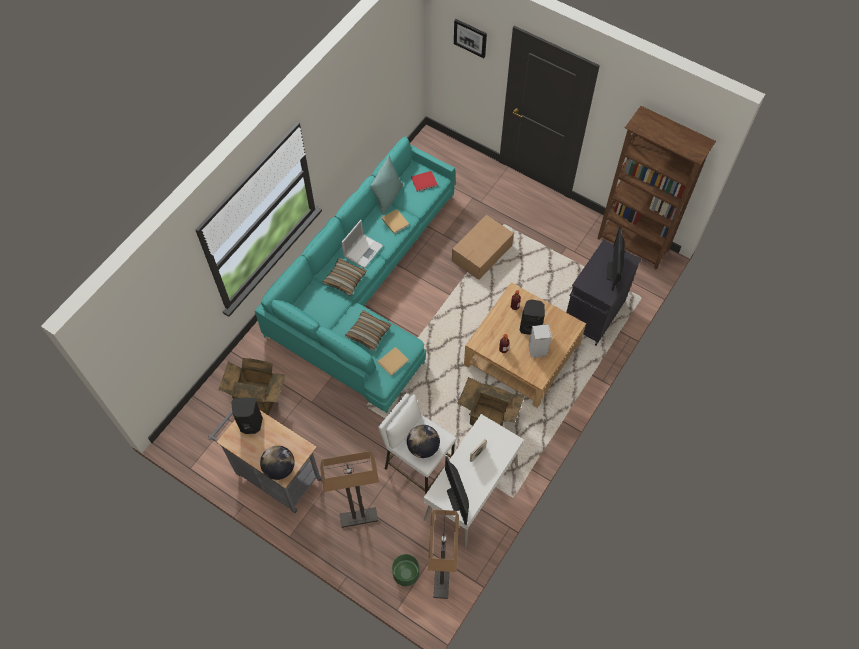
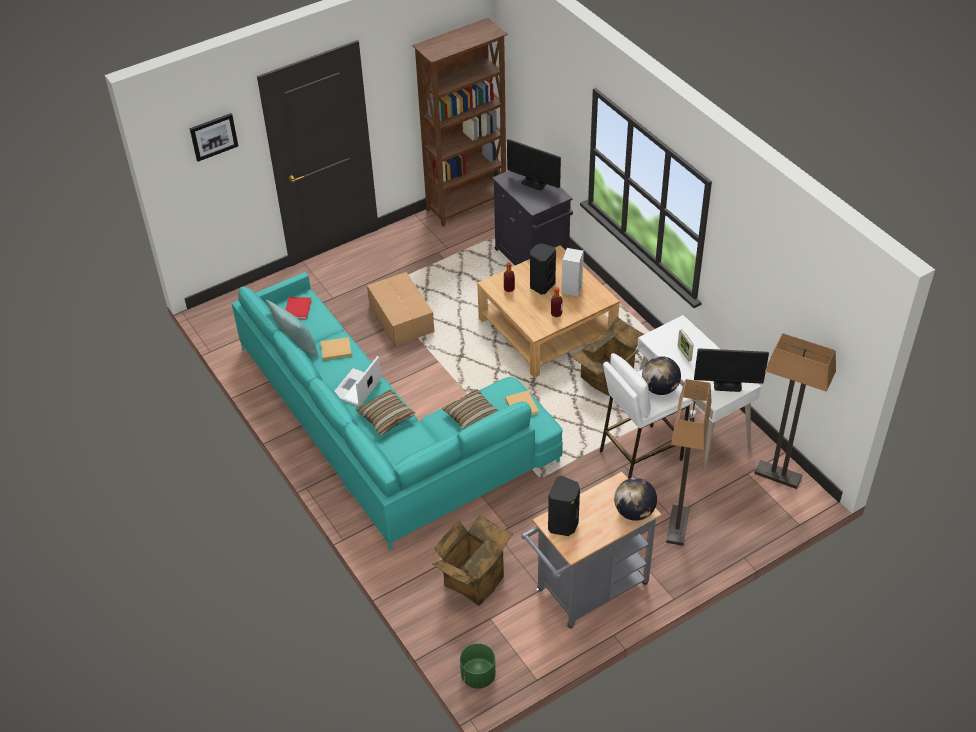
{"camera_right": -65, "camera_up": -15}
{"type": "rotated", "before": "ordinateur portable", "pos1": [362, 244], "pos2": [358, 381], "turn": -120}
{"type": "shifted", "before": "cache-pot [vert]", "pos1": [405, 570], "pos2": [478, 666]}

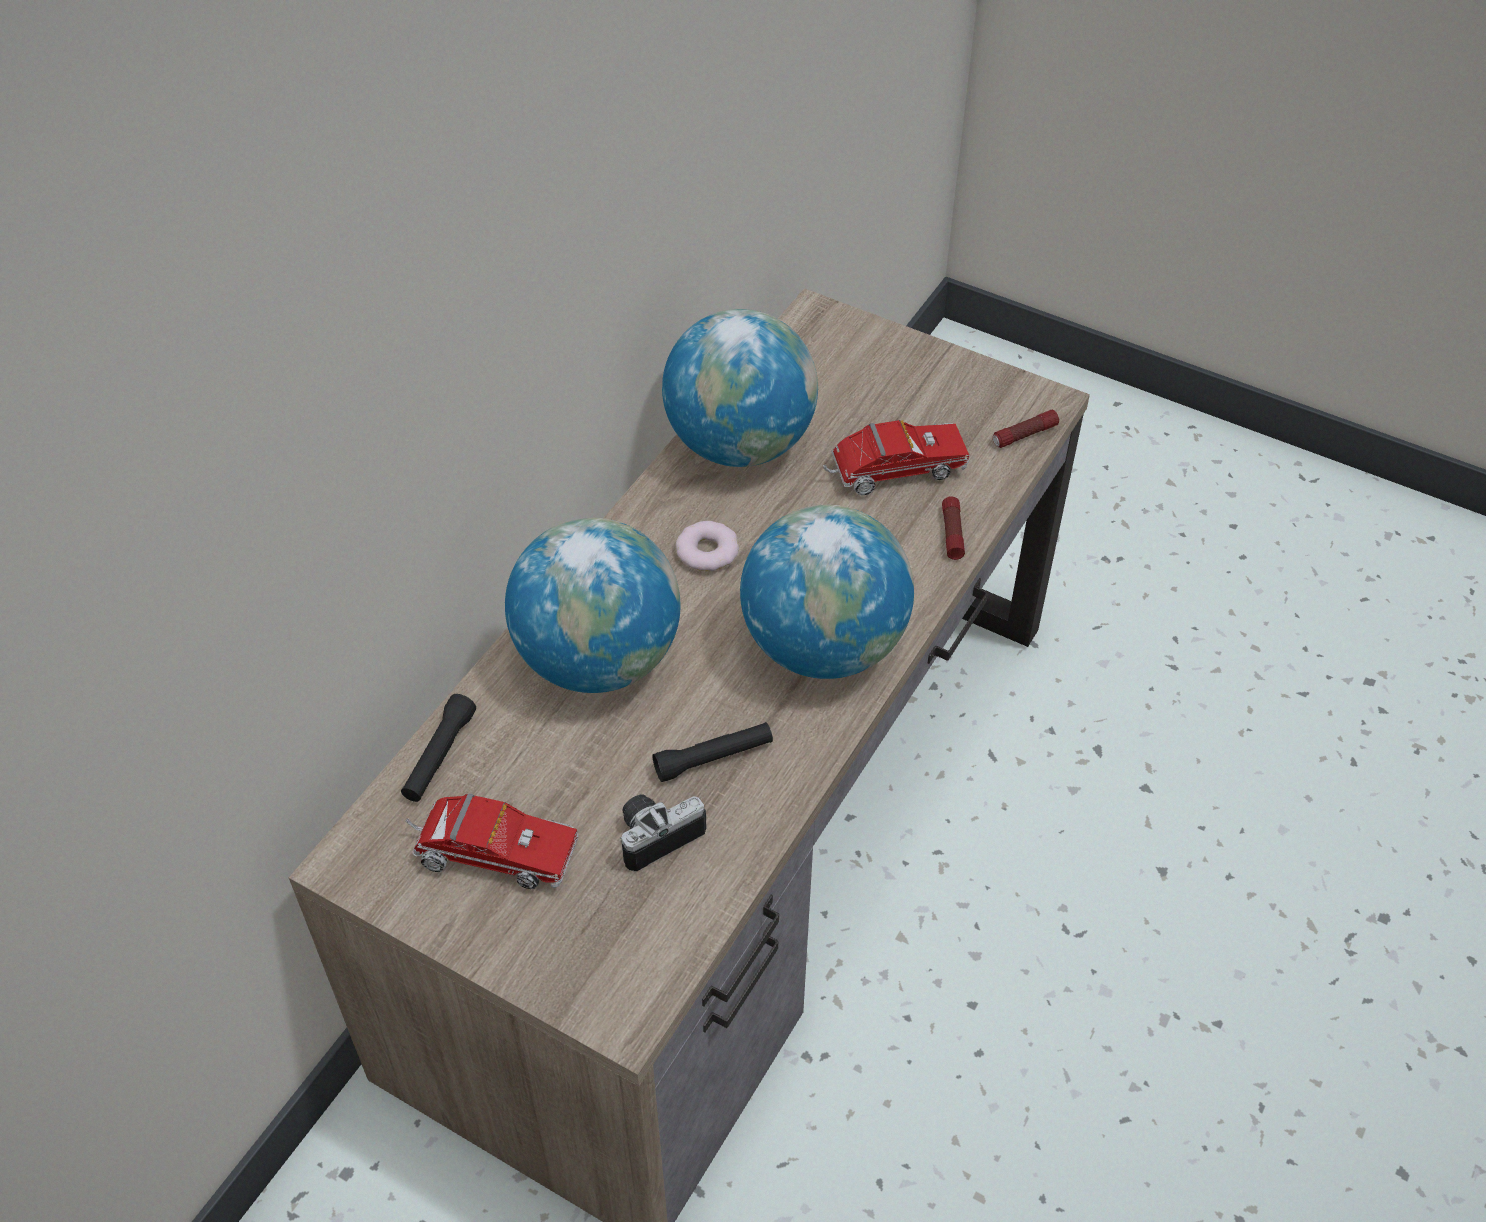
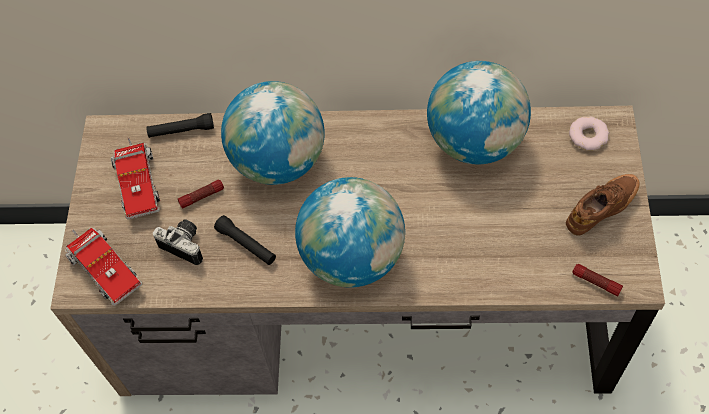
{"camera_right": 65, "camera_up": 10}
{"type": "shifted", "before": "camion jouet", "pos1": [896, 457], "pos2": [103, 267]}
{"type": "shifted", "before": "lampe de poche", "pos1": [953, 528], "pos2": [201, 194]}
{"type": "new", "after": "chaussure [marron]", "pos2": [603, 204]}
{"type": "shifted", "before": "beignet", "pos1": [707, 546], "pos2": [589, 133]}

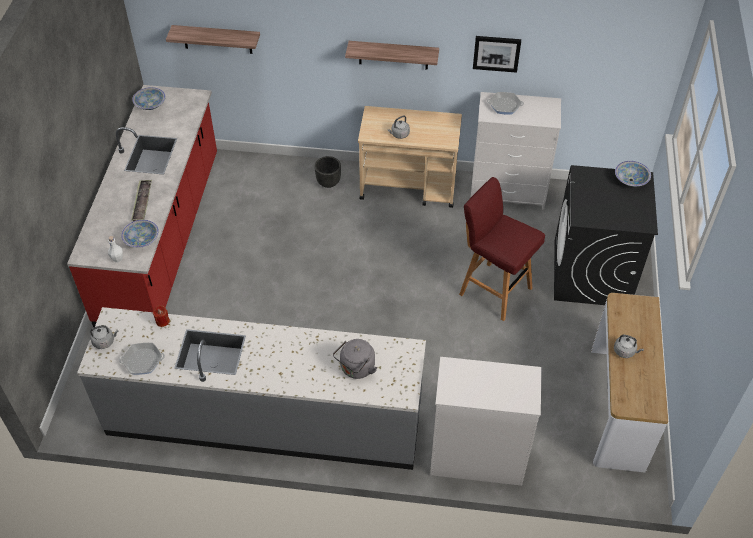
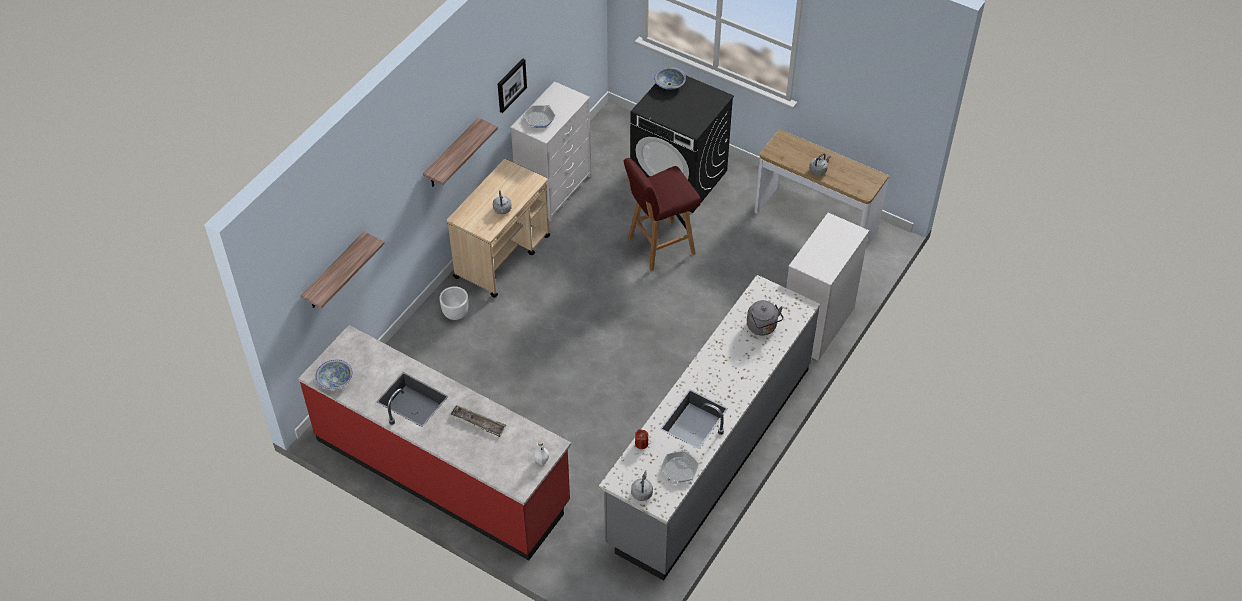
{"camera_right": -65, "camera_up": 0}
{"type": "repainted", "before": "cache-pot [noir]", "after": "cache-pot [blanc]", "pos1": [328, 172], "pos2": [453, 303]}
{"type": "gone", "before": "bol", "pos1": [140, 234]}

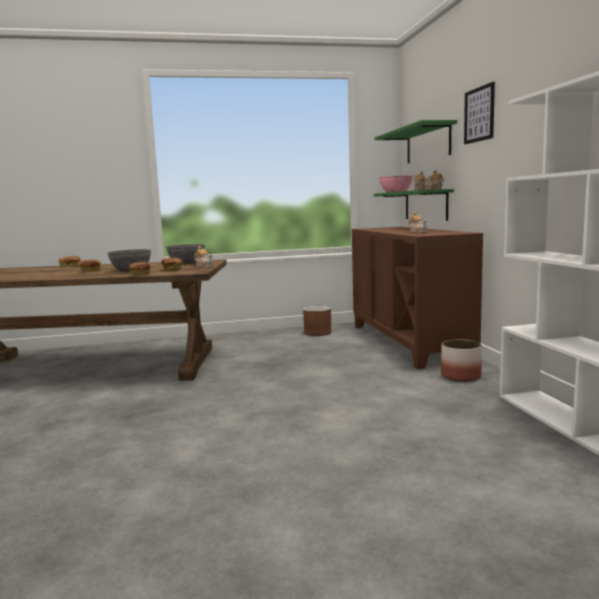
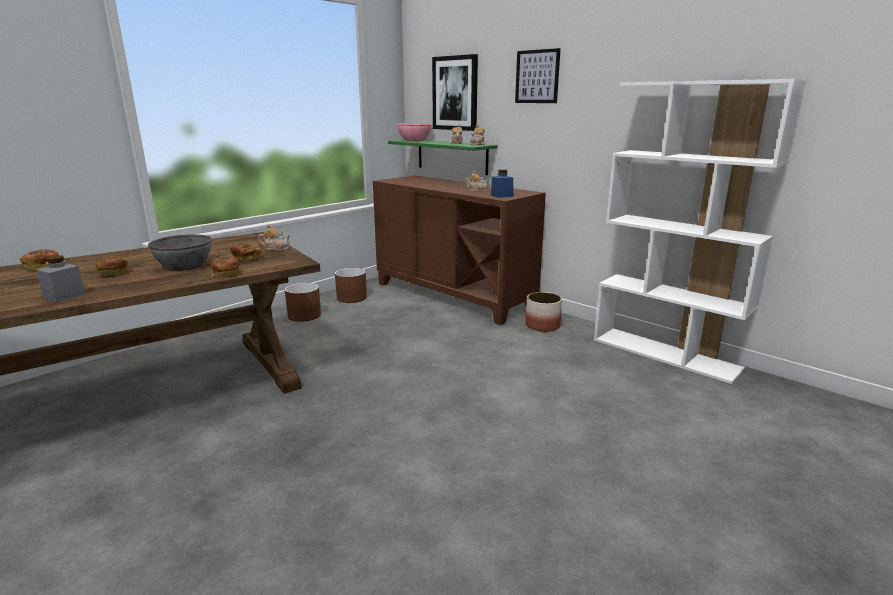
{"camera_right": -35, "camera_up": 10}
{"type": "new", "after": "bocal [gris]", "pos2": [61, 279]}
{"type": "new", "after": "cache-pot [marron]", "pos2": [303, 302]}
{"type": "swapped", "before": "étagère [vert]", "after": "tableau", "pos1": [415, 141], "pos2": [455, 92]}
{"type": "new", "after": "bocal [bleu]", "pos2": [502, 184]}
{"type": "gone", "before": "bol [gris]", "pos1": [185, 254]}

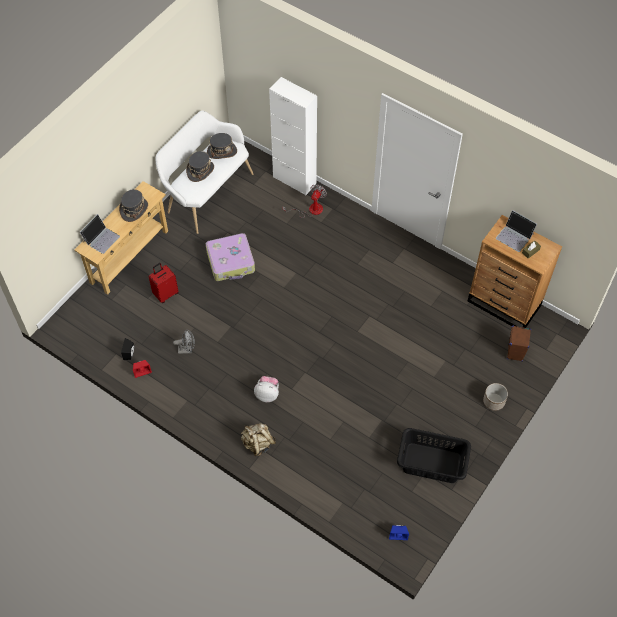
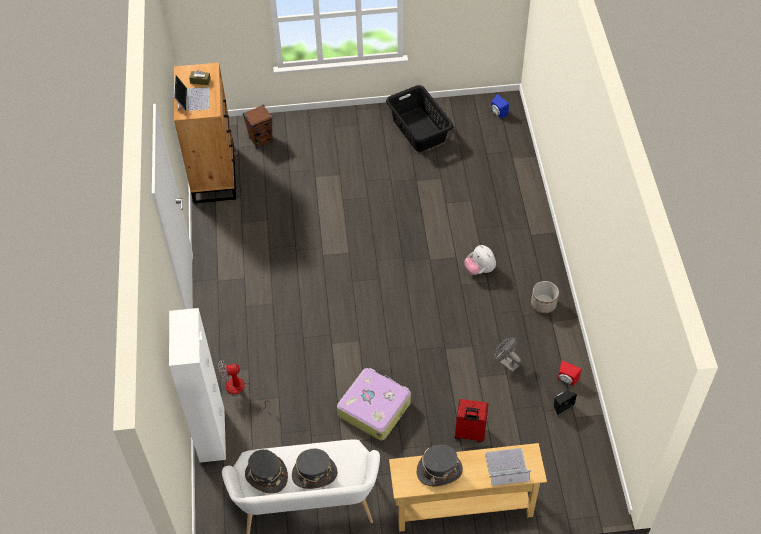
{"camera_right": -130, "camera_up": -5}
{"type": "shifted", "before": "cache-pot", "pos1": [495, 397], "pos2": [545, 297]}
{"type": "gone", "before": "sac à dos [beige]", "pos1": [258, 439]}

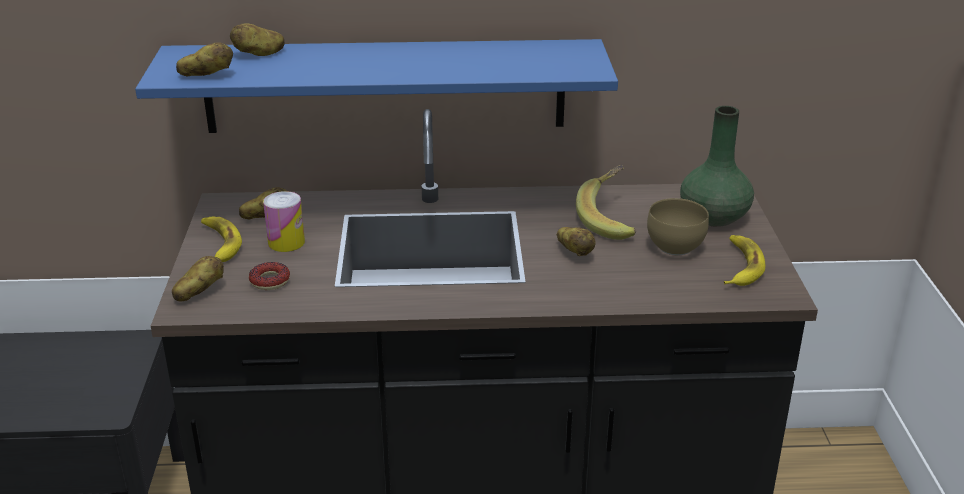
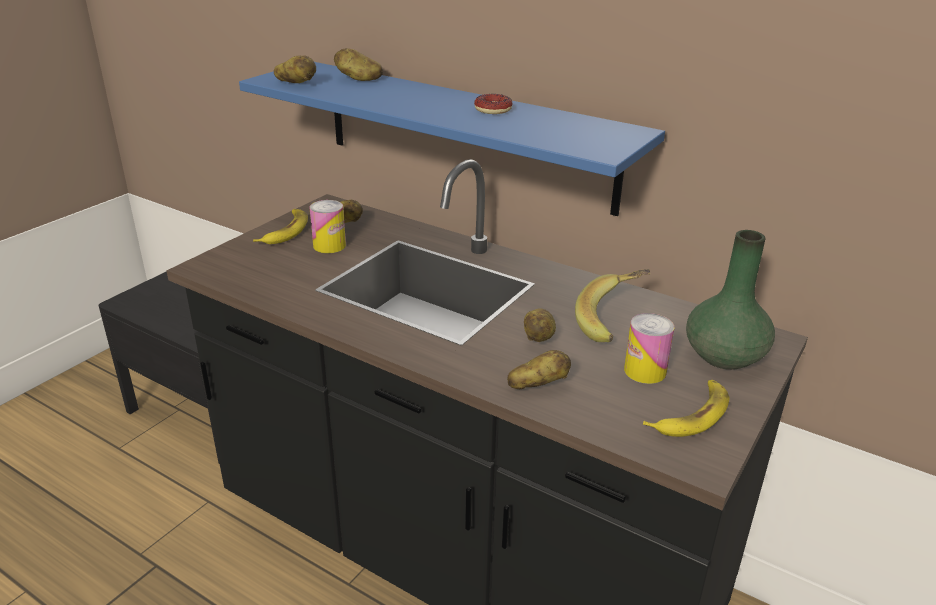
{"camera_right": 35, "camera_up": 0}
{"type": "shifted", "before": "beignet", "pos1": [269, 276], "pos2": [493, 104]}
{"type": "shifted", "before": "pomme de terre", "pos1": [198, 278], "pos2": [539, 369]}
{"type": "swapped", "before": "bol [marron]", "after": "boîte métallique", "pos1": [678, 226], "pos2": [649, 348]}

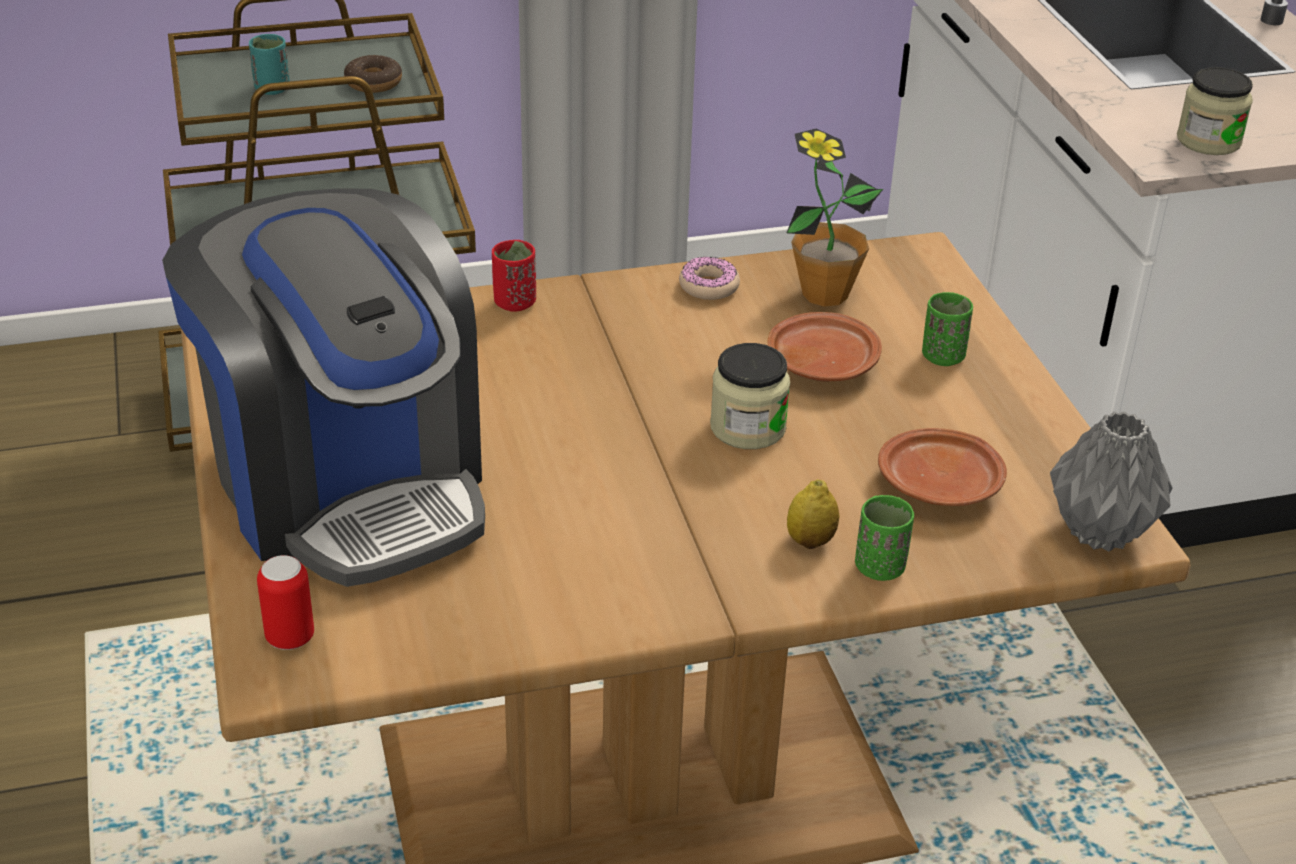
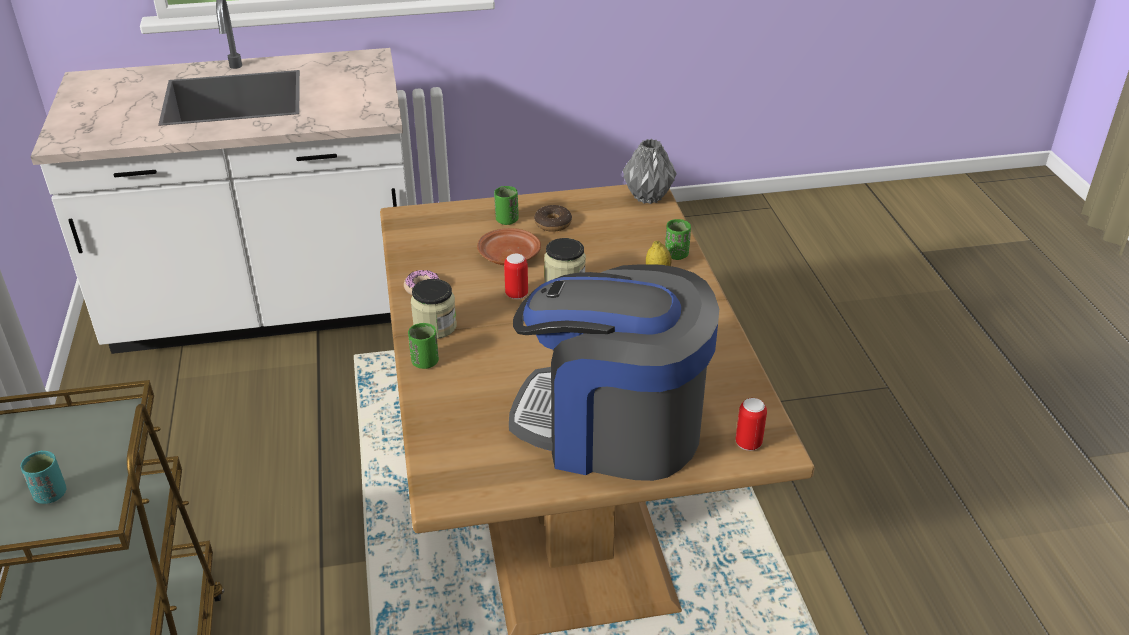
{"camera_right": -85, "camera_up": 0}
{"type": "repainted", "before": "tasse [rouge]", "after": "tasse [vert]", "pos1": [514, 276], "pos2": [423, 346]}
{"type": "shifted", "before": "bocal", "pos1": [1215, 111], "pos2": [434, 309]}
{"type": "new", "after": "boîte métallique", "pos2": [516, 276]}
{"type": "rotated", "before": "machine à café", "pos1": [323, 387], "pos2": [614, 372], "turn": -135}
{"type": "shifted", "before": "beignet", "pos1": [373, 74], "pos2": [553, 218]}
{"type": "gone", "before": "plante en pot", "pos1": [835, 218]}
{"type": "gone", "before": "assiette [marron]", "pos1": [942, 467]}

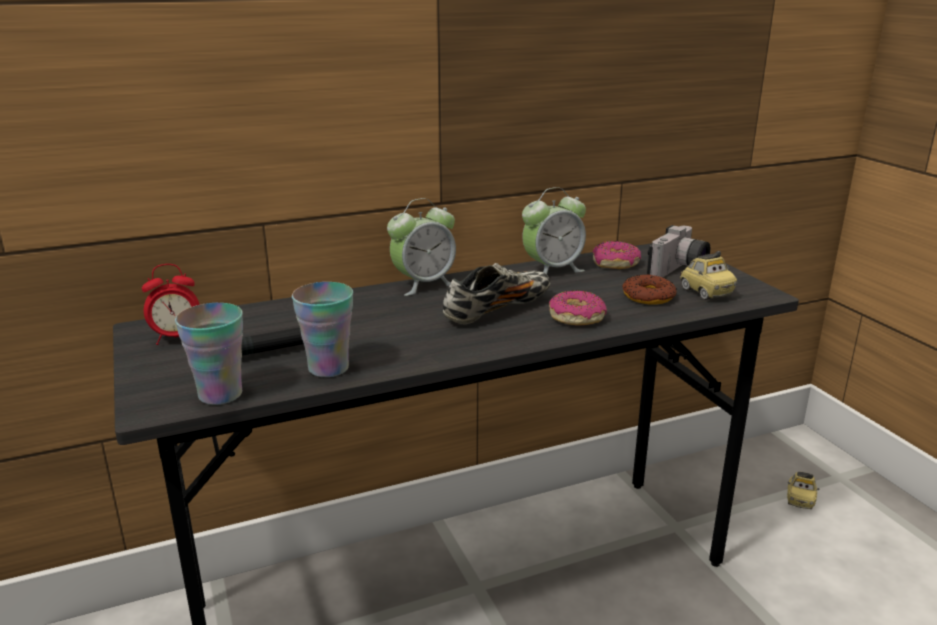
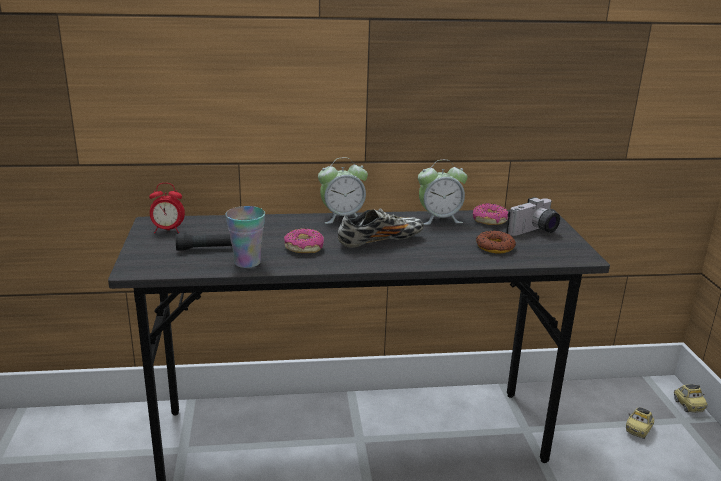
{"camera_right": 15, "camera_up": 0}
{"type": "shifted", "before": "beignet", "pos1": [578, 308], "pos2": [304, 240]}
{"type": "shifted", "before": "petite voiture", "pos1": [708, 275], "pos2": [691, 398]}
{"type": "gone", "before": "tasse", "pos1": [209, 354]}

